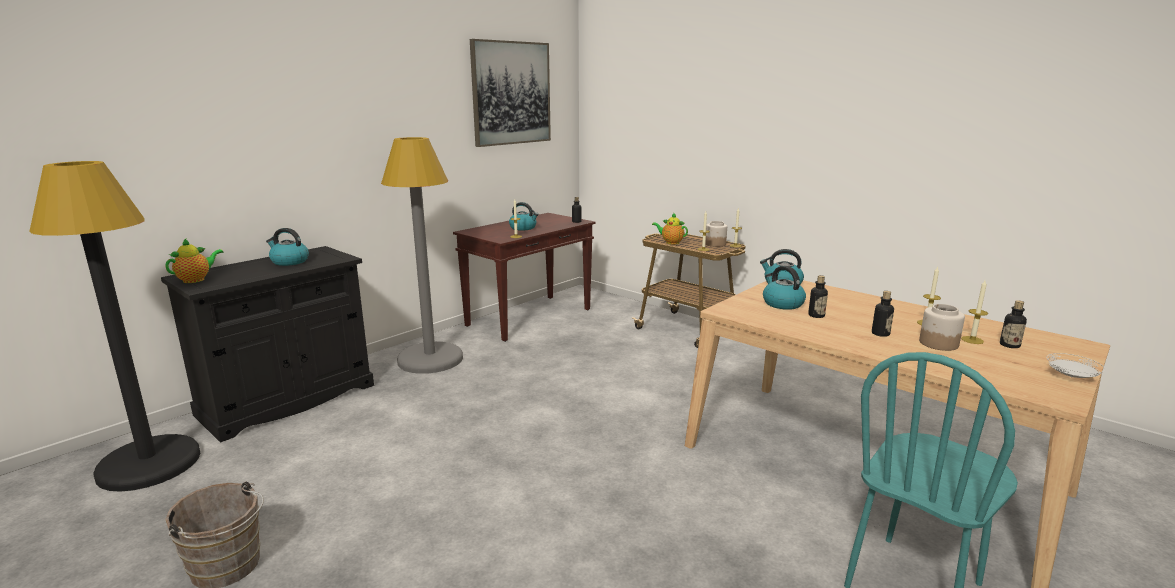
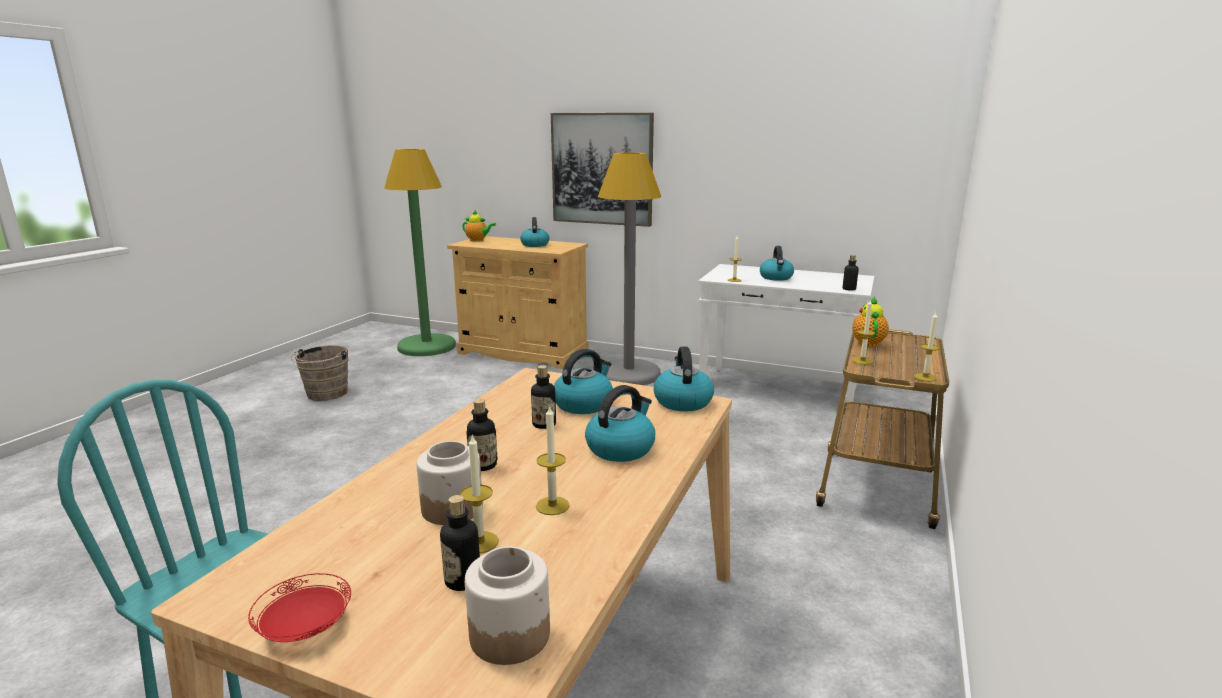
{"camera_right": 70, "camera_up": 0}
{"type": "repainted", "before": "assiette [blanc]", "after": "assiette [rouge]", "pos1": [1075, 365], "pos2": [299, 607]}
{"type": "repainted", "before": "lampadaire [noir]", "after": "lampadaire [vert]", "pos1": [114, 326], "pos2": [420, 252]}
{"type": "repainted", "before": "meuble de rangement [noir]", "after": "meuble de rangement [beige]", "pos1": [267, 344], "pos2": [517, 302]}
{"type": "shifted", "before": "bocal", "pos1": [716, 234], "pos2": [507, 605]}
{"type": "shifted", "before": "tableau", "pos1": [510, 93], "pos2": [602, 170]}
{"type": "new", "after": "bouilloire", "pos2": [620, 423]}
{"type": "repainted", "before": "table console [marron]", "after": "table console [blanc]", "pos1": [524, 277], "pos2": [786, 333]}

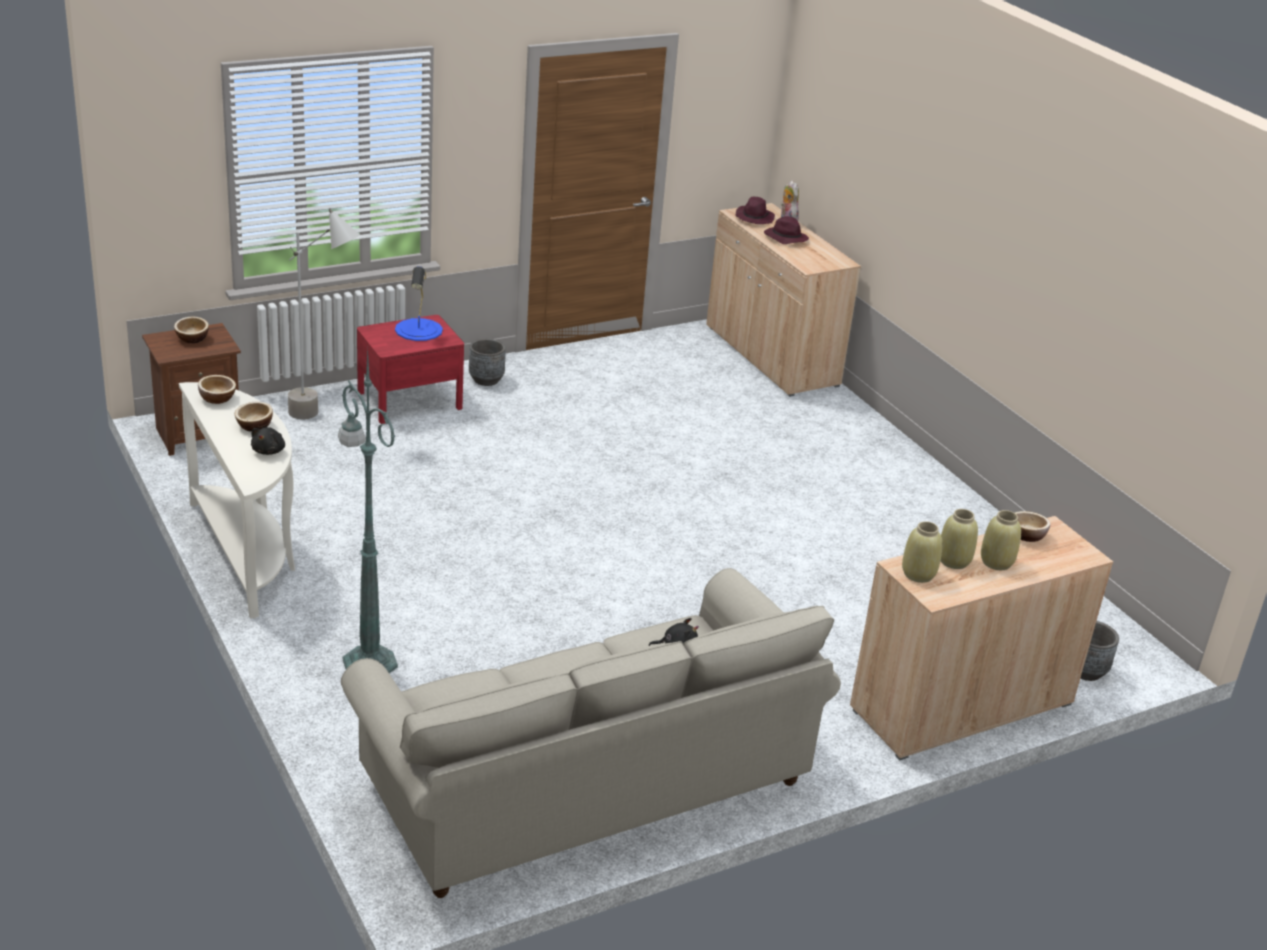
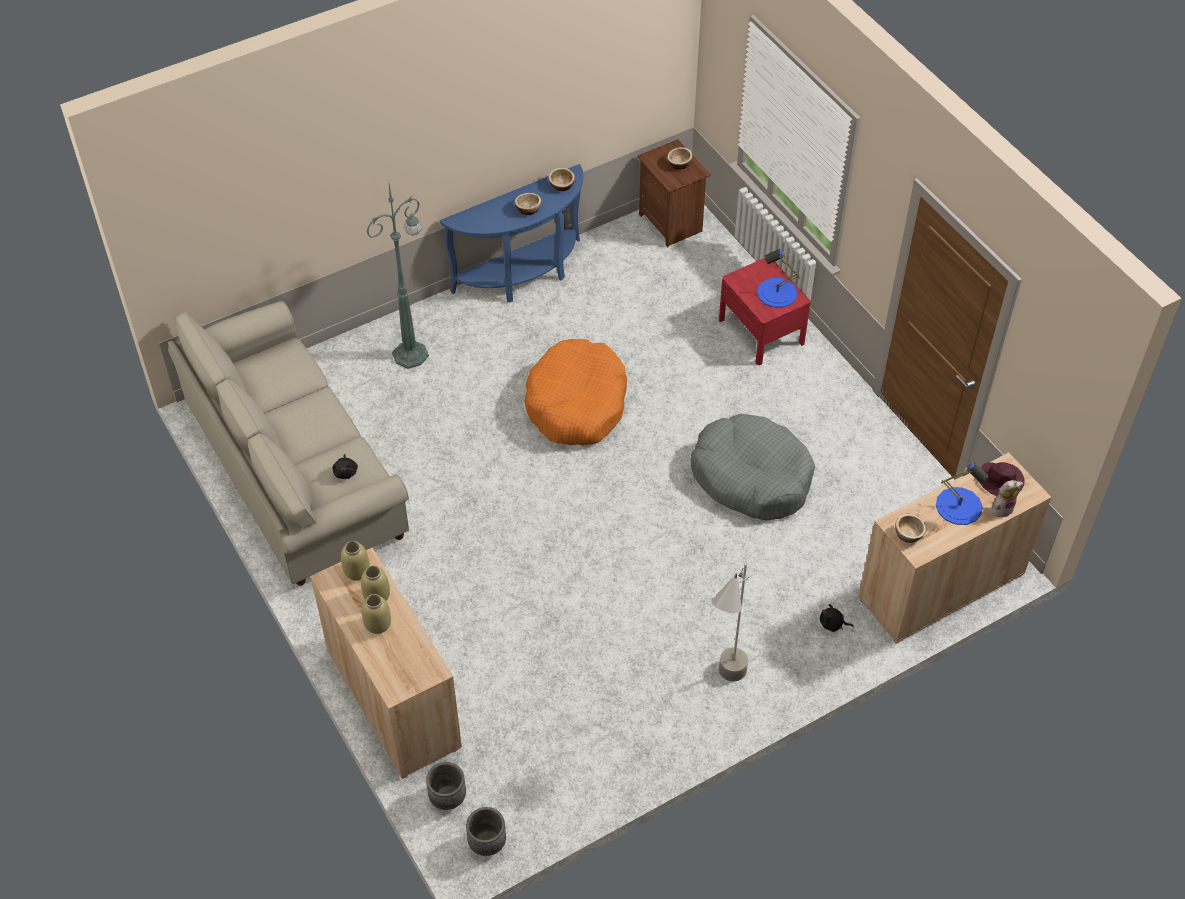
{"camera_right": 90, "camera_up": 20}
{"type": "repainted", "before": "table console [blanc]", "after": "table console [bleu]", "pos1": [237, 500], "pos2": [511, 233]}
{"type": "shifted", "before": "cache-pot [gris]", "pos1": [487, 362], "pos2": [486, 831]}
{"type": "new", "after": "panier pour chien [orange]", "pos2": [575, 392]}
{"type": "new", "after": "panier pour chien [gris]", "pos2": [753, 467]}
{"type": "shifted", "before": "lampadaire [gris]", "pos1": [324, 313], "pos2": [732, 622]}
{"type": "shifted", "before": "peluche [noir]", "pos1": [268, 441], "pos2": [837, 618]}
{"type": "shifted", "before": "bol", "pos1": [1032, 526], "pos2": [910, 528]}
{"type": "swapped", "before": "chapeau [violet]", "after": "lampe de table [bleu]", "pos1": [786, 230], "pos2": [962, 494]}

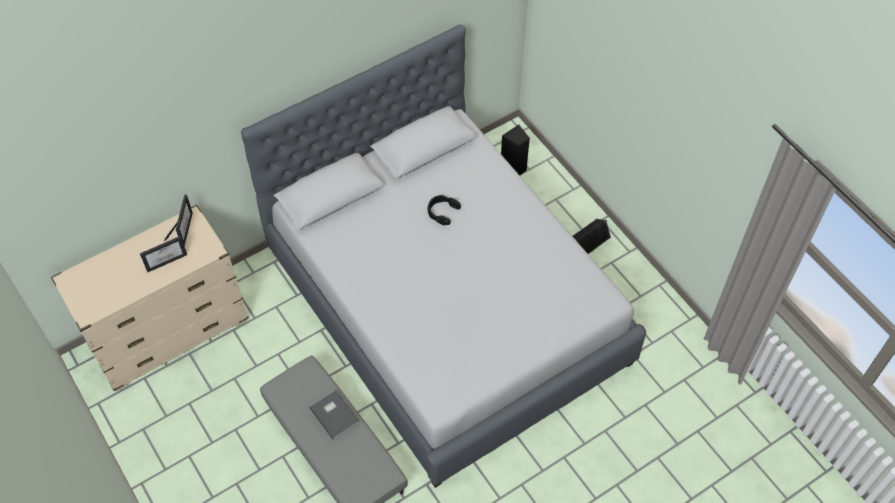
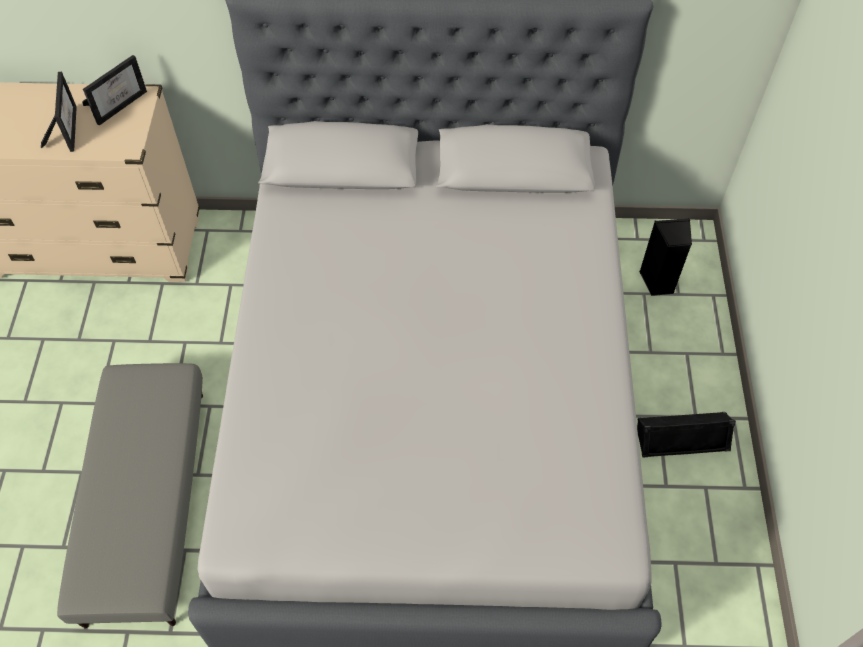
{"camera_right": 35, "camera_up": 0}
{"type": "rotated", "before": "cadre photo", "pos1": [163, 254], "pos2": [59, 112], "turn": -105}
{"type": "gone", "before": "livre [gris]", "pos1": [334, 415]}
{"type": "gone", "before": "casque audio [noir]", "pos1": [444, 210]}

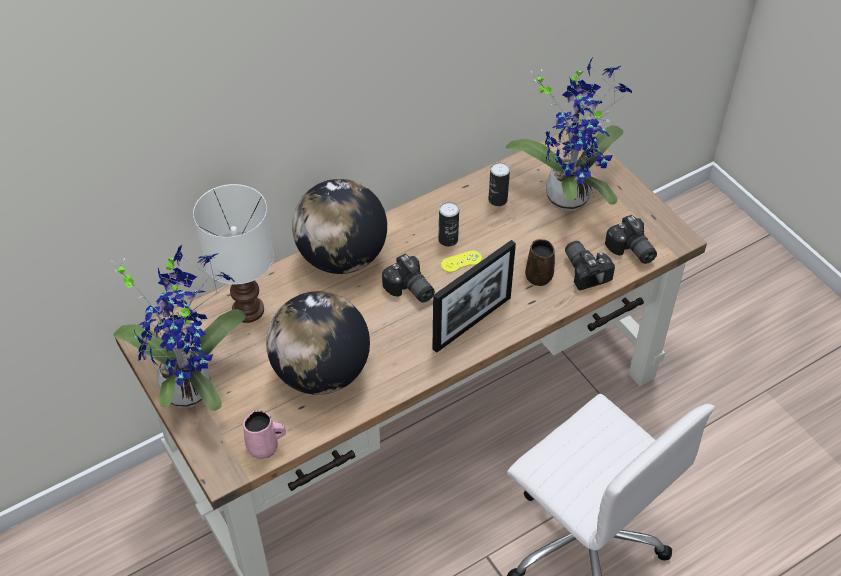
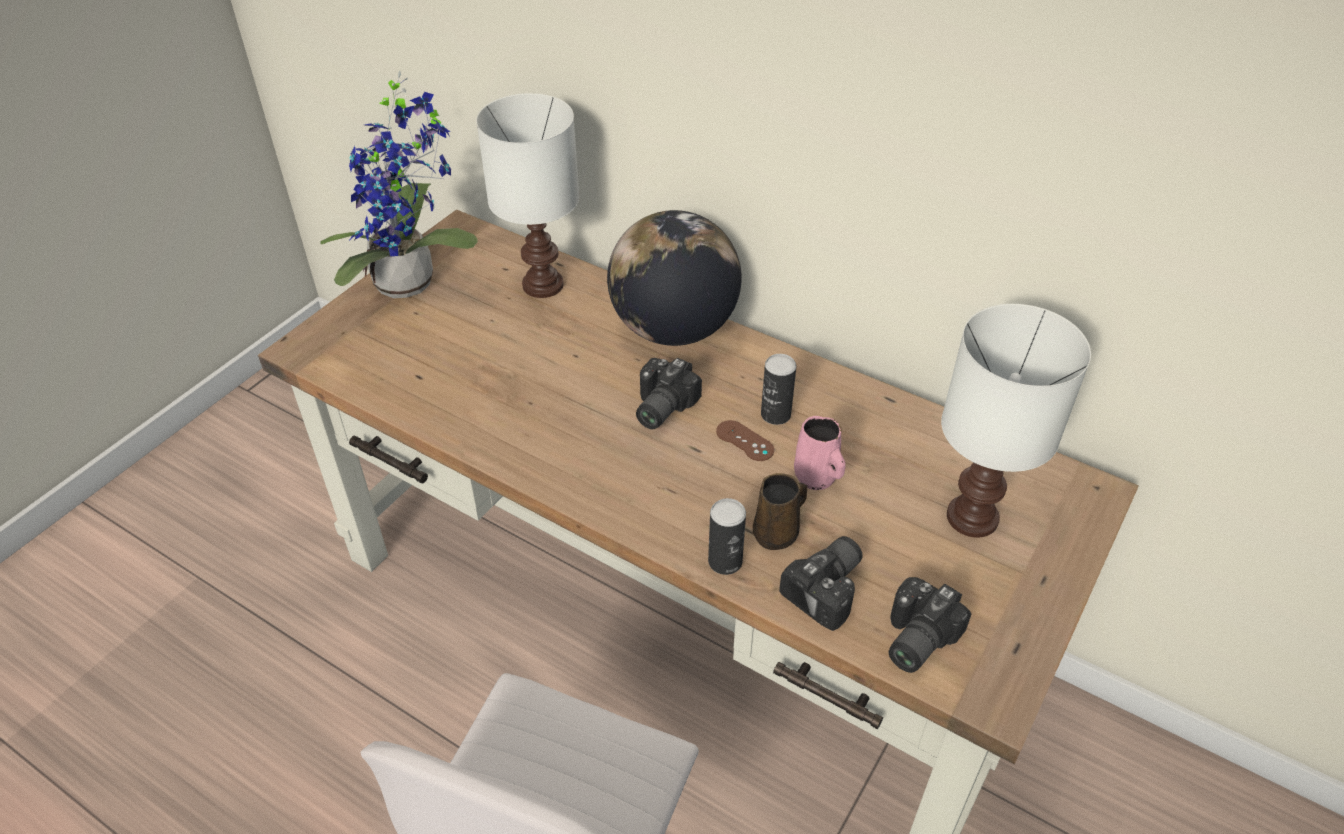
{"camera_right": 65, "camera_up": -5}
{"type": "shifted", "before": "boîte métallique", "pos1": [499, 184], "pos2": [727, 536]}
{"type": "repainted", "before": "manette [jaune]", "after": "manette [marron]", "pos1": [461, 261], "pos2": [745, 440]}
{"type": "shifted", "before": "mug [rose]", "pos1": [264, 434], "pos2": [820, 453]}
{"type": "swapped", "before": "plante en pot", "after": "lampe de table [blanc]", "pos1": [569, 134], "pos2": [1016, 421]}
{"type": "gone", "before": "globe", "pos1": [318, 343]}
{"type": "gone", "before": "cadre photo", "pos1": [474, 296]}

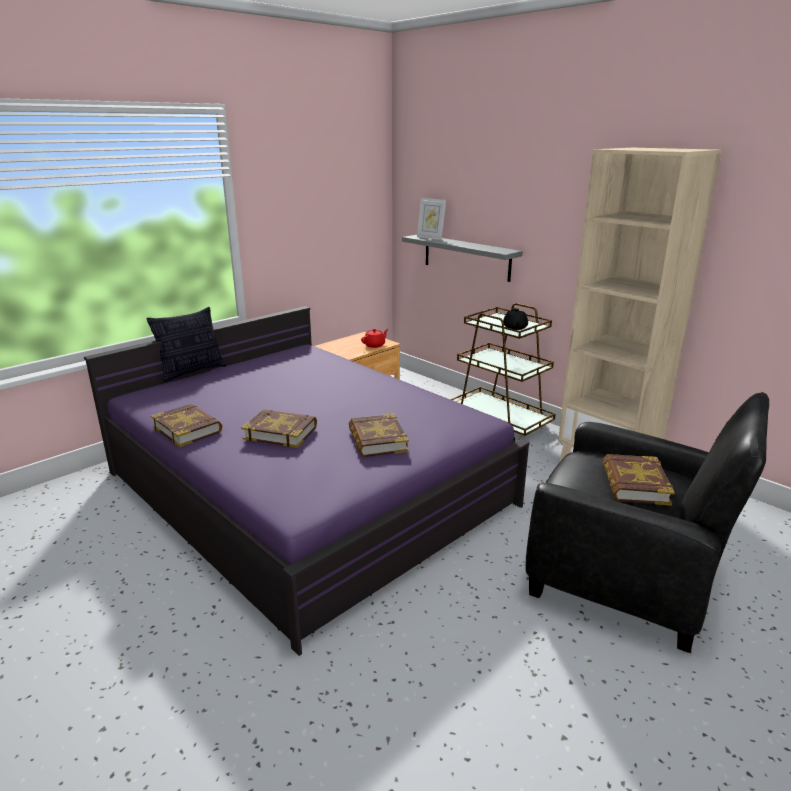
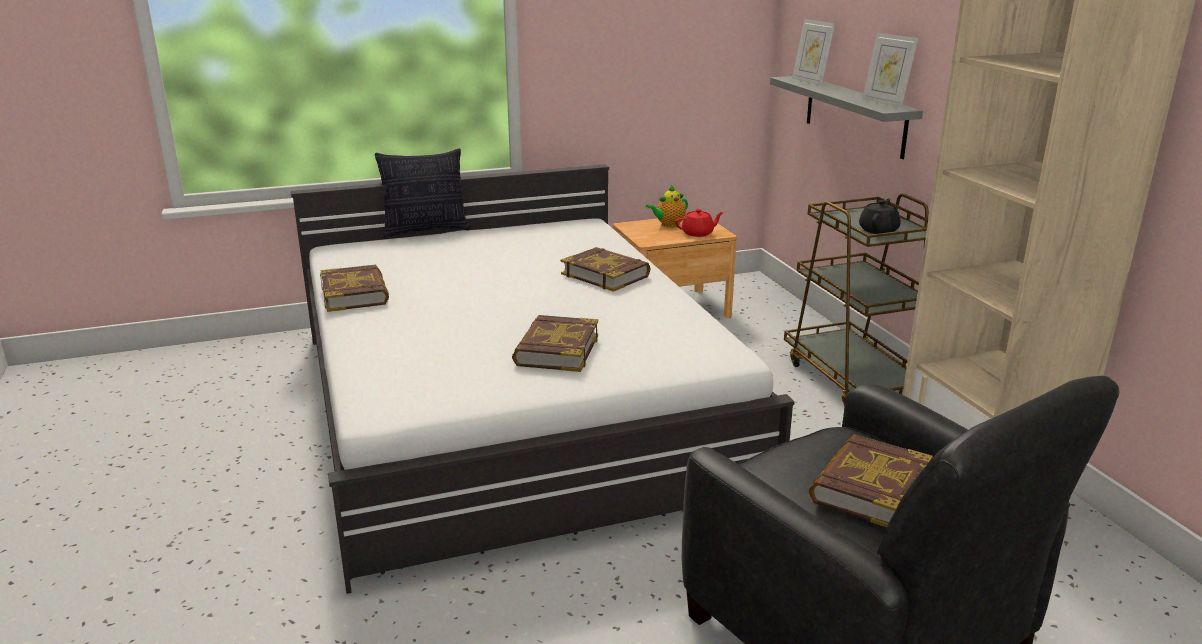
{"camera_right": 25, "camera_up": 0}
{"type": "repainted", "before": "lit [violet]", "after": "lit [blanc]", "pos1": [307, 481], "pos2": [543, 379]}
{"type": "shifted", "before": "livre", "pos1": [279, 428], "pos2": [606, 269]}
{"type": "new", "after": "théière", "pos2": [667, 206]}
{"type": "new", "after": "cadre photo", "pos2": [890, 70]}

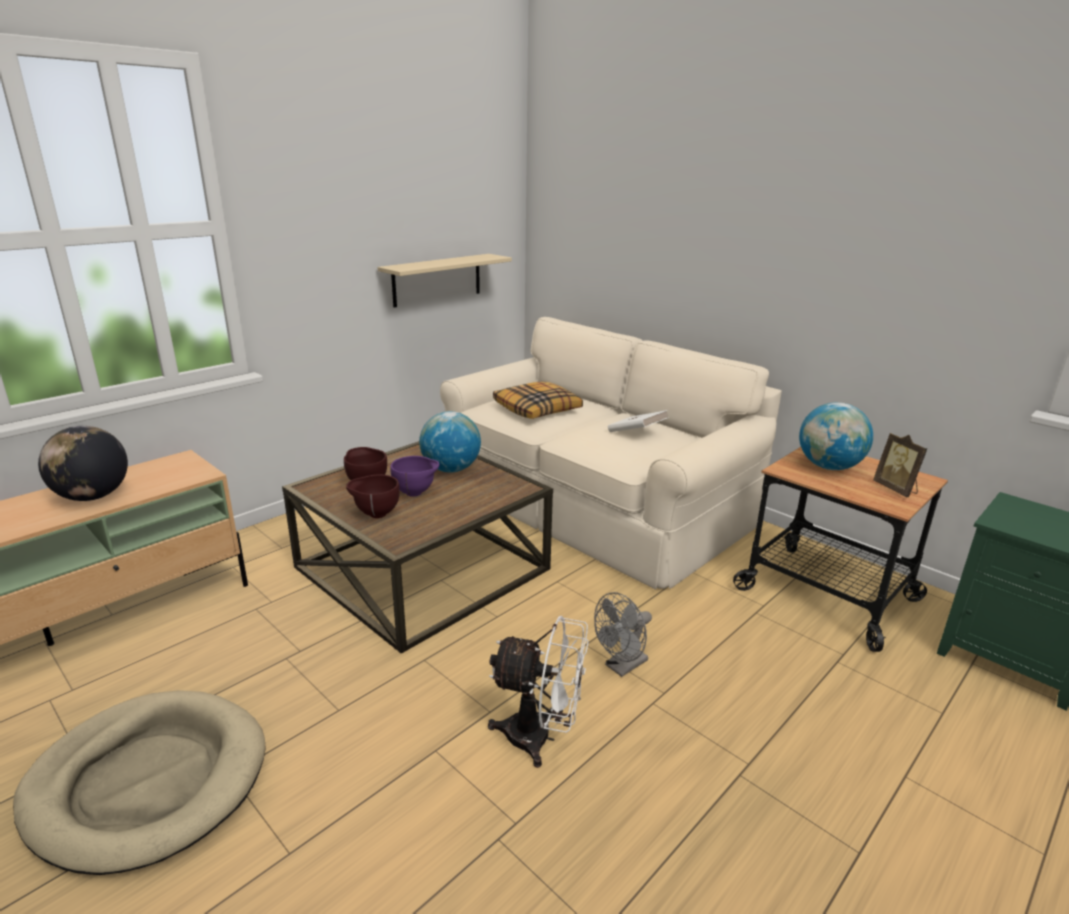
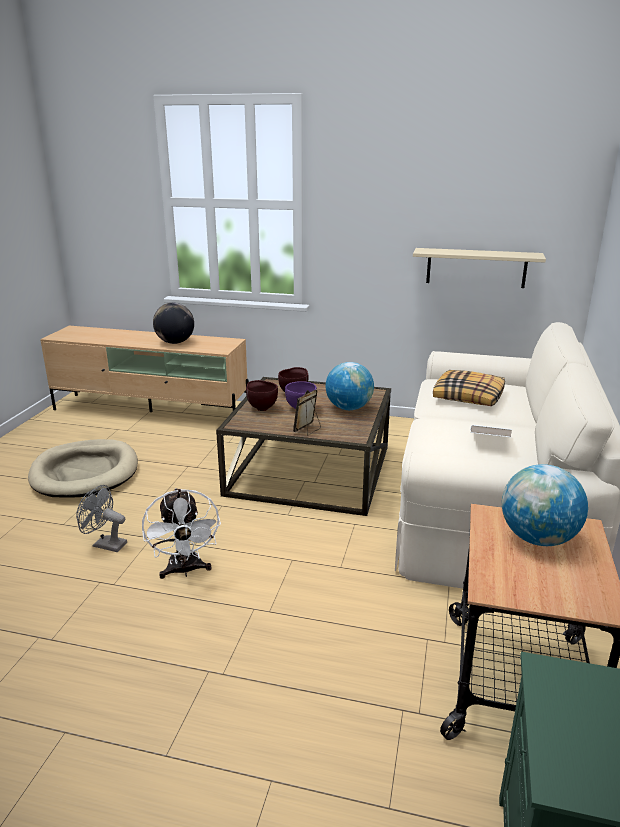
{"camera_right": 60, "camera_up": 0}
{"type": "shifted", "before": "ventilateur [gris]", "pos1": [623, 634], "pos2": [101, 518]}
{"type": "shifted", "before": "cadre photo", "pos1": [900, 465], "pos2": [307, 412]}

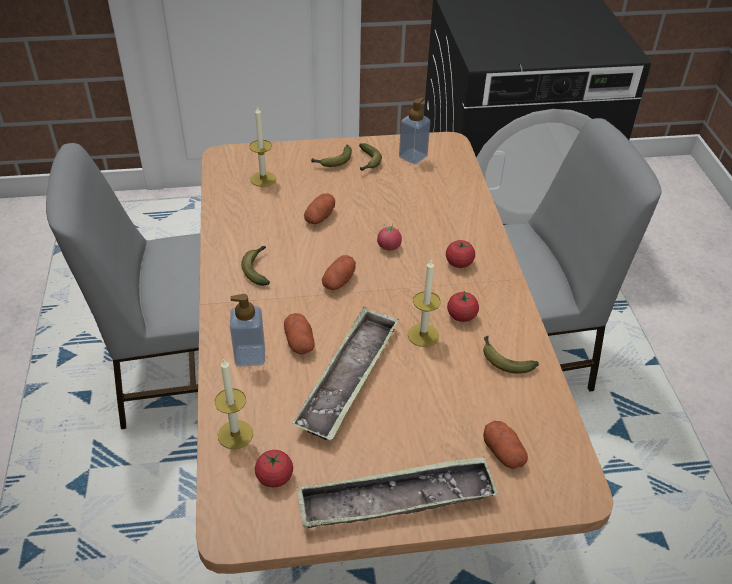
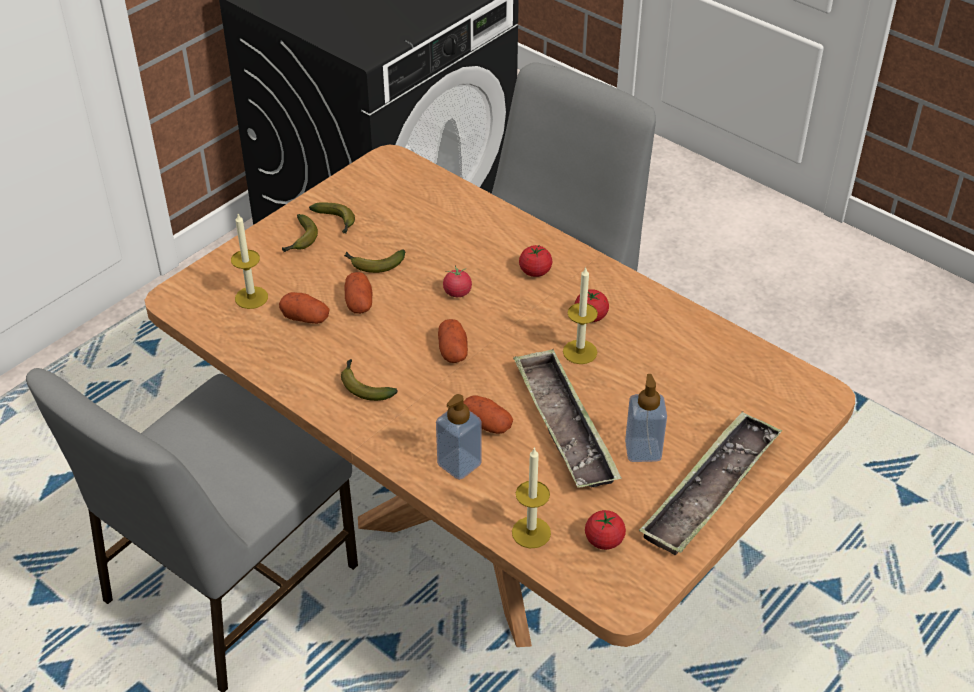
{"camera_right": -40, "camera_up": 0}
{"type": "shifted", "before": "pomme de terre", "pos1": [505, 445], "pos2": [304, 308]}
{"type": "shifted", "before": "banane", "pos1": [511, 355], "pos2": [375, 261]}
{"type": "shifted", "before": "distributeur de savon", "pos1": [415, 130], "pos2": [646, 418]}

